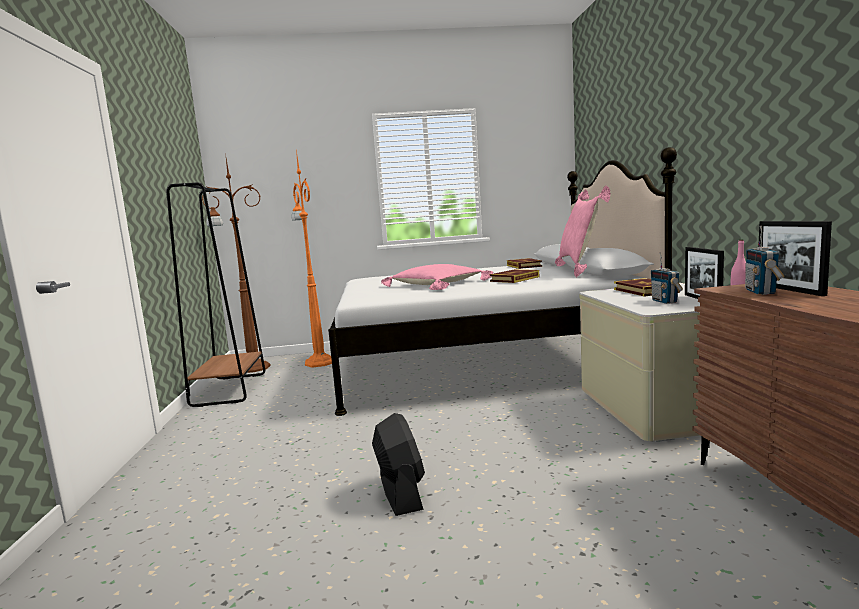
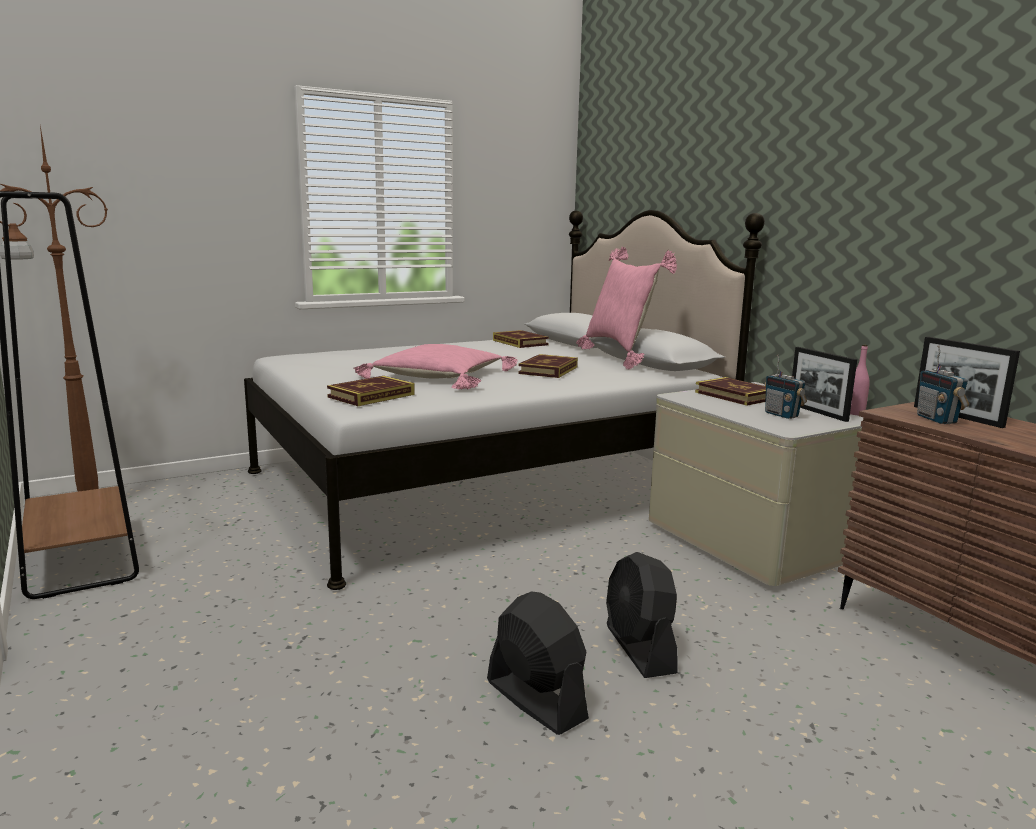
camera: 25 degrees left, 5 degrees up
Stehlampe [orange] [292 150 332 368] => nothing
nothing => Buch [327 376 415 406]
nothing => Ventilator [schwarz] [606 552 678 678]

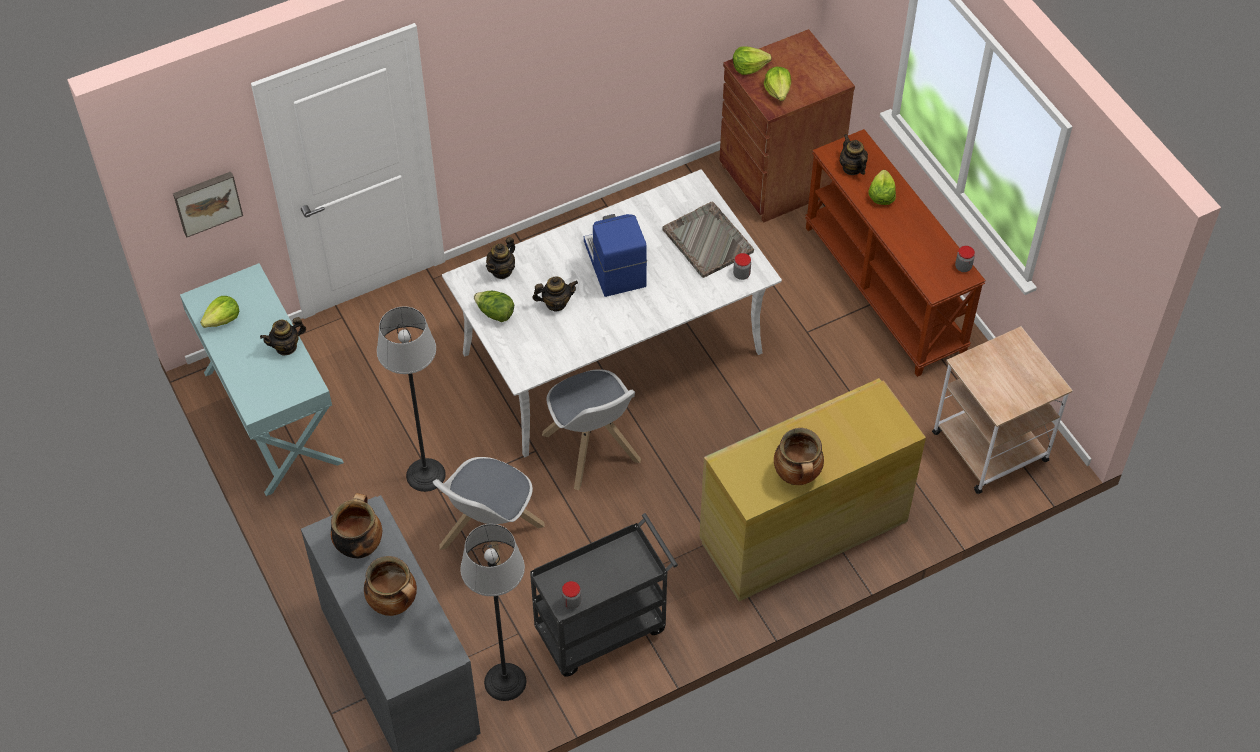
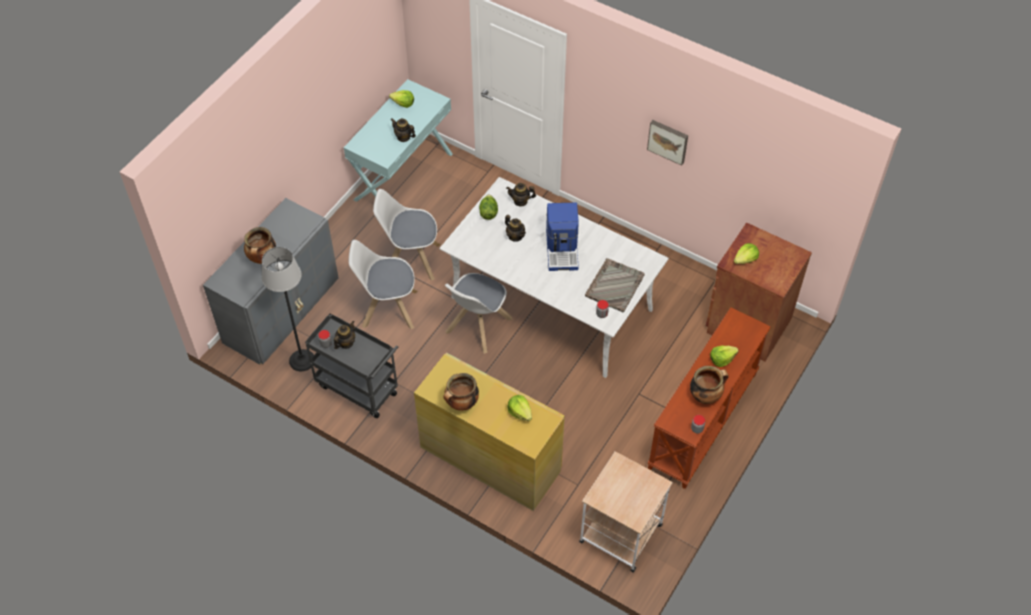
camera: 60 degrees right, 0 degrees up
Salatkopf [733 46 772 75] => Salatkopf [508 395 532 421], move
Teekanne [840 134 868 175] => Teekanne [334 321 355 349], move
Bild [173 172 243 237] => Bild [647 120 688 166], move
Kaffeemaschine [584 214 647 297] => Kaffeemaschine [546 203 579 271], 135 degrees clockwise
Stehlampe [377 307 446 492] => Stuhl [373 189 441 281]
Kochtopf [331 493 382 558] => Kochtopf [690 366 729 404], move

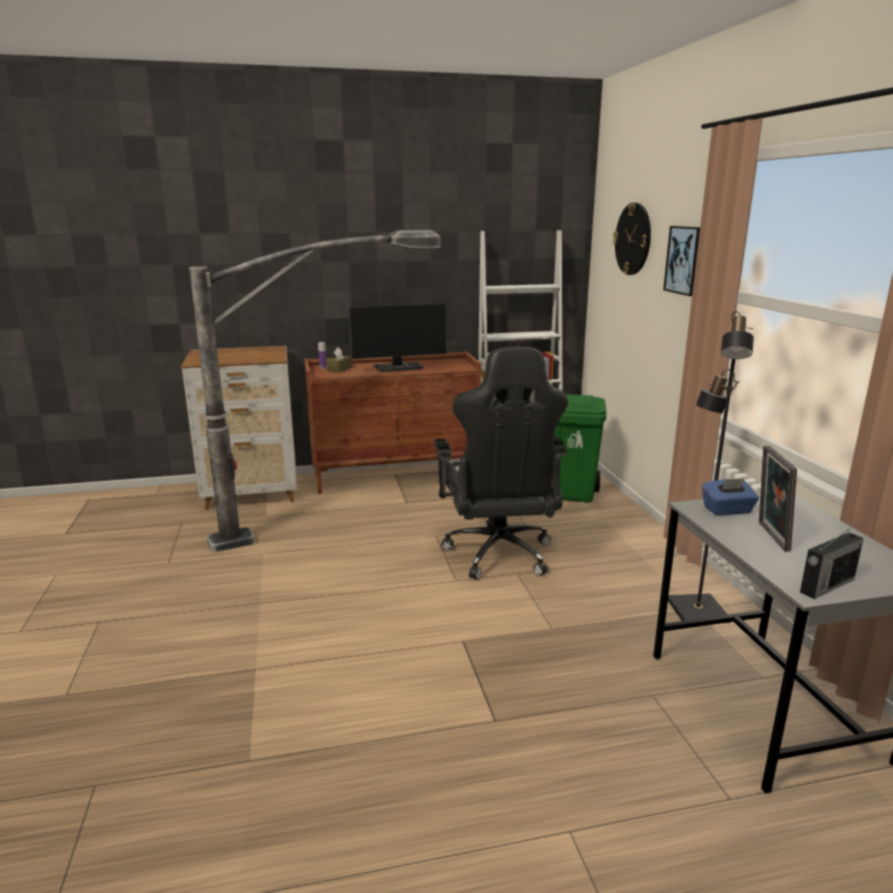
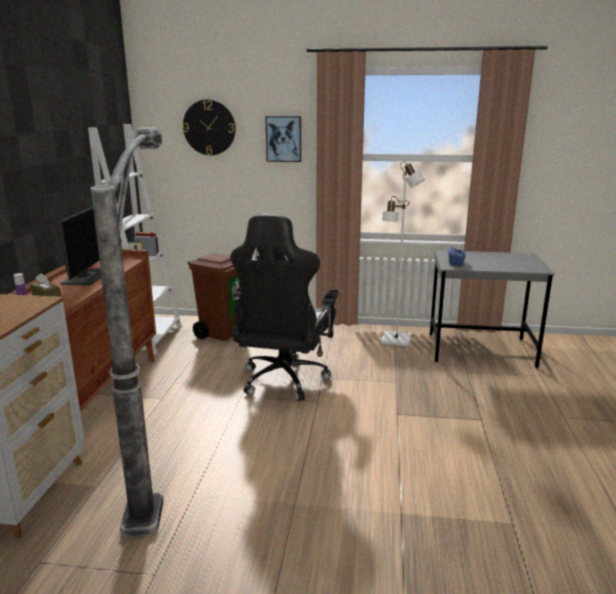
camera: 70 degrees left, 0 degrees up
Stehlampe [schwarz] [668 311 754 623] => Stehlampe [weiß] [381 162 425 346]
Bürostuhl [schwarz] [434 347 568 580] => Bürostuhl [schwarz] [230 214 339 401], 90 degrees clockwise
Mülleimer [grün] [554 394 607 503] => Mülleimer [braun] [188 253 242 341]
Bilderrahmen [759 446 797 552] => nothing
Radio [800 526 864 599] => nothing

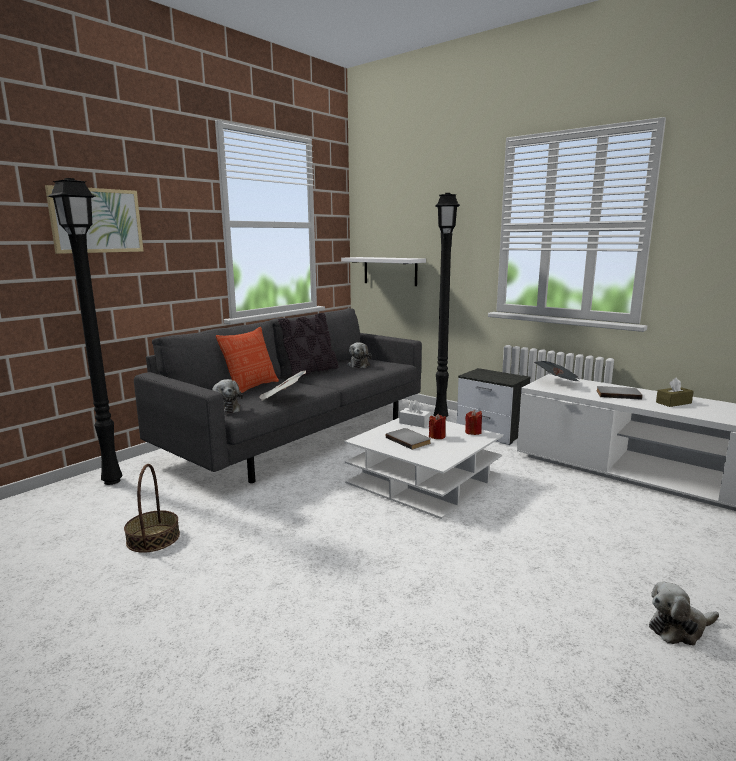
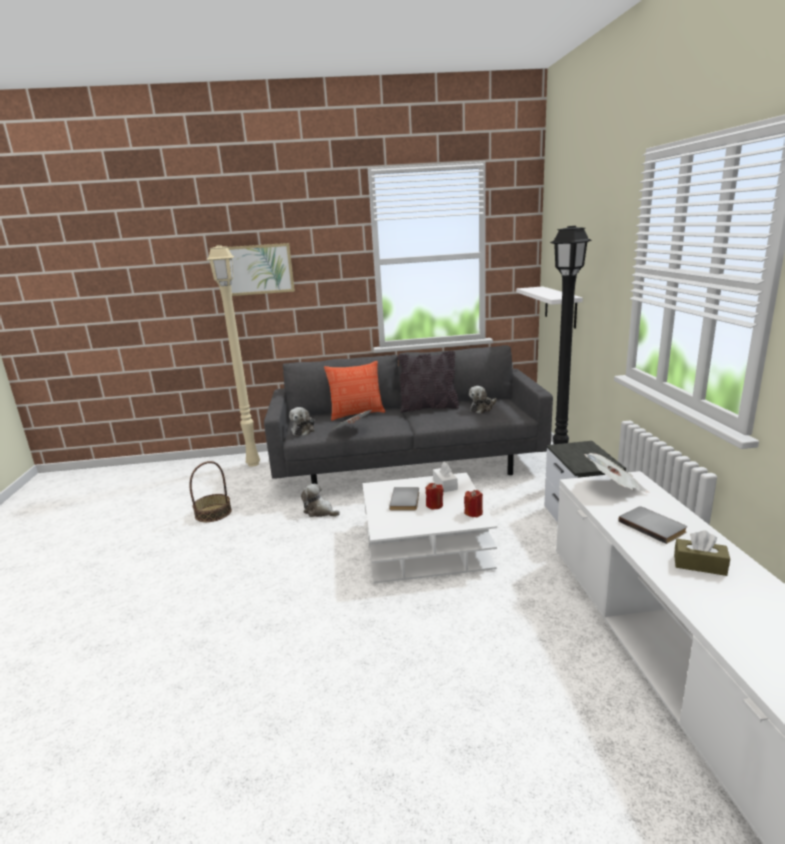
camera: 45 degrees right, 5 degrees up
Stehlampe [schwarz] [48 178 122 485] => Stehlampe [beige] [206 245 260 467]
Plüschtier [649 581 719 646] => Plüschtier [301 483 340 517], move

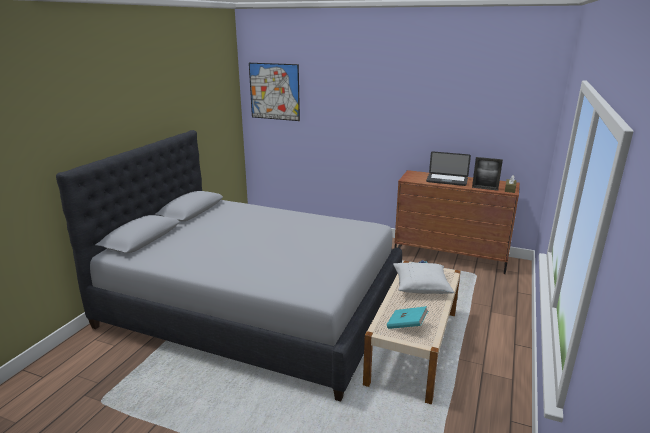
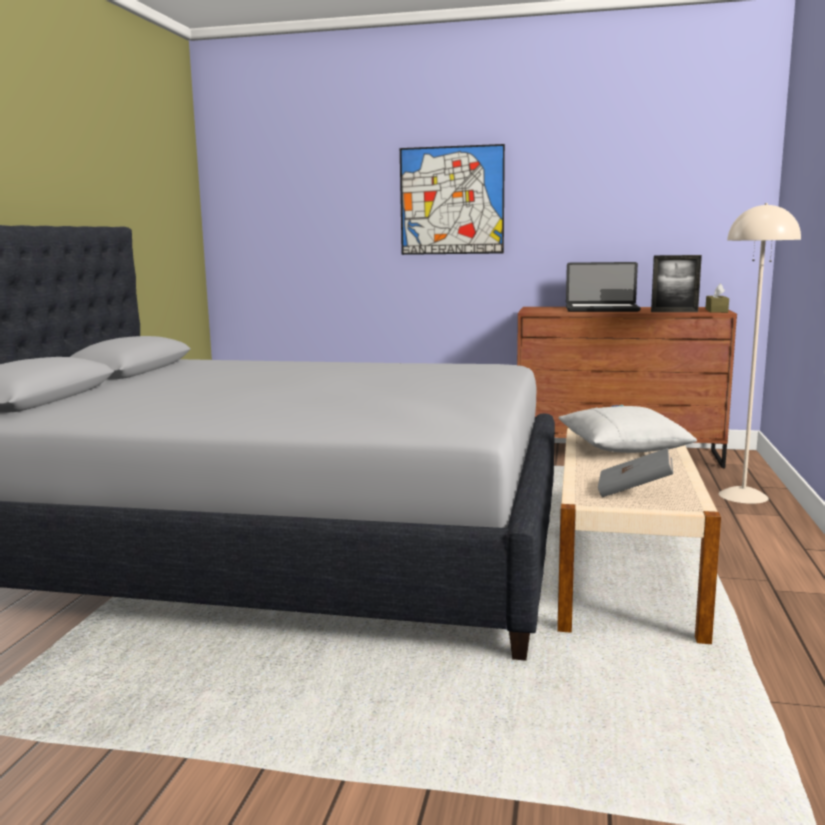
camera: 10 degrees left, 10 degrees down
Bild [249 63 300 121] => Bild [400 144 505 255], move
Buch [türkis] [387 306 428 329] => Buch [grau] [598 448 673 497]
nothing => Stehlampe [beige] [719 203 801 504]

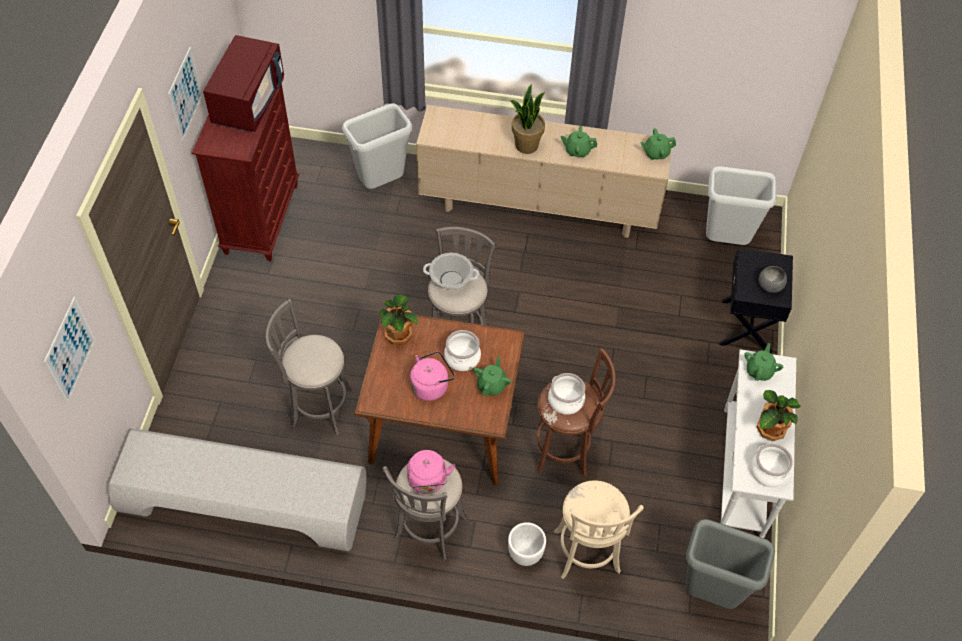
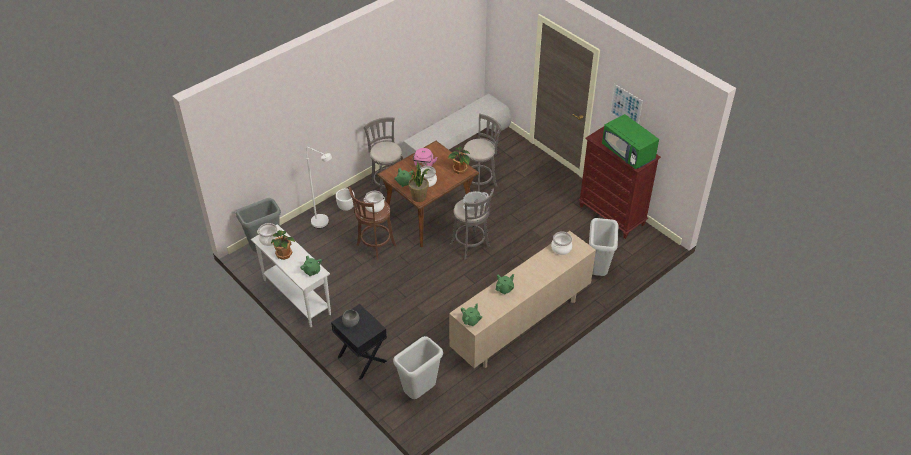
camera: 130 degrees right, 10 degrees down
Mikrowelle [rot] [203 35 284 132] => Mikrowelle [grün] [602 114 659 169]
Topfpflanze [510 84 545 154] => Topfpflanze [409 162 430 202], move
Bild [44 297 95 404] => nothing
Wasserkessel [rosa] [407 450 455 494] => nothing
Hocker [beige] [554 481 644 579] => Stehlampe [weiß] [306 147 332 228]
nothing => Kochtopf [551 231 572 255]

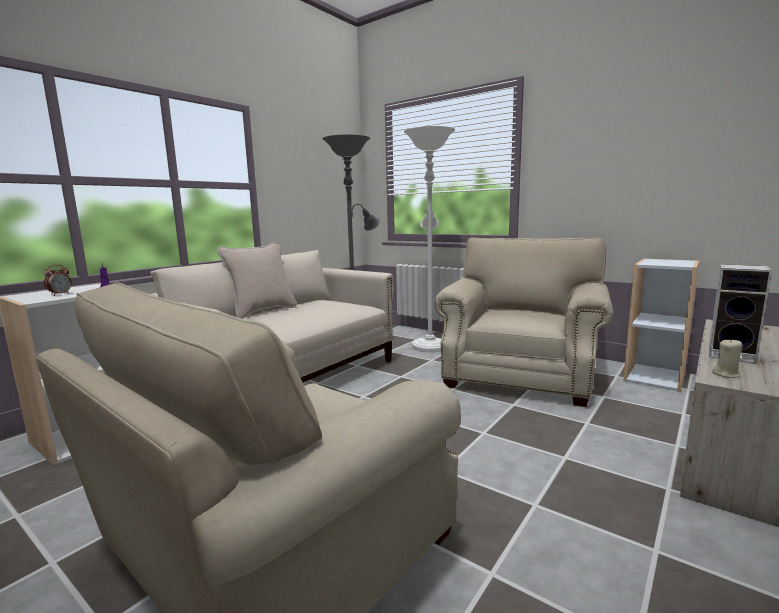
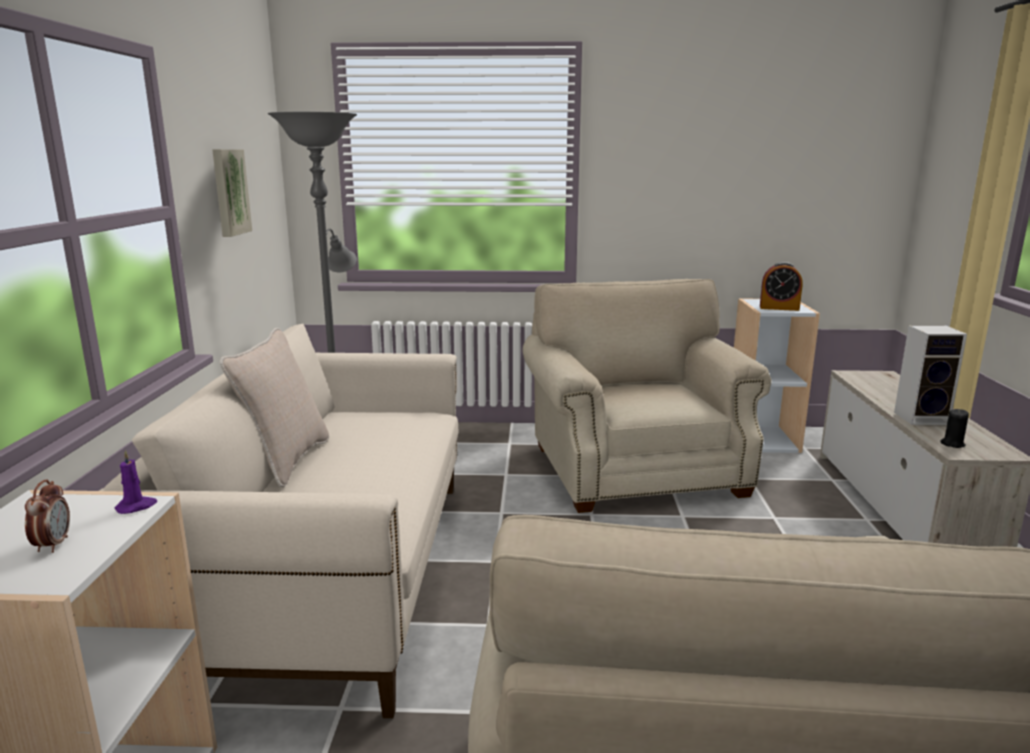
camera: 35 degrees left, 5 degrees up
Stehlampe [weiß] [404 126 455 352] => nothing
Kerze [beige] [712 339 742 378] => Kerze [schwarz] [940 409 969 448]
nothing => Bild [212 149 252 237]
nothing => Wecker [760 262 803 311]

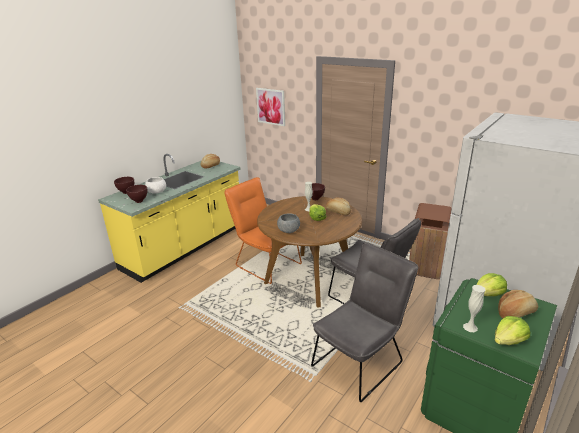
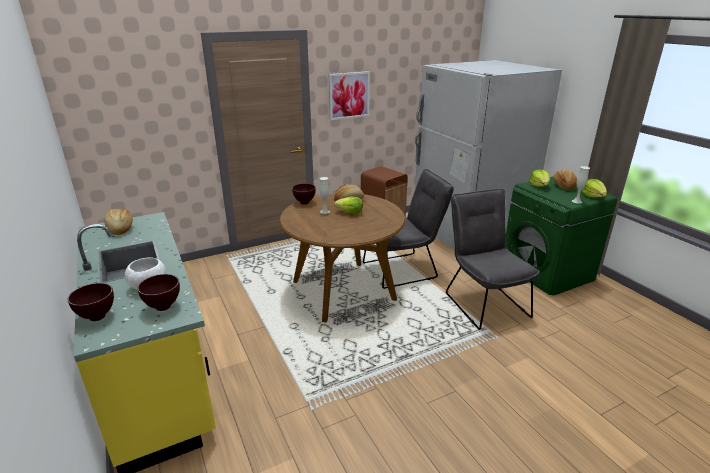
camera: 65 degrees left, 0 degrees up
Bild [256 88 285 126] => Bild [329 71 370 120], move
Stuhl [orange] [224 177 302 284] => nothing
Schüssel [grau] [277 213 300 233] => nothing

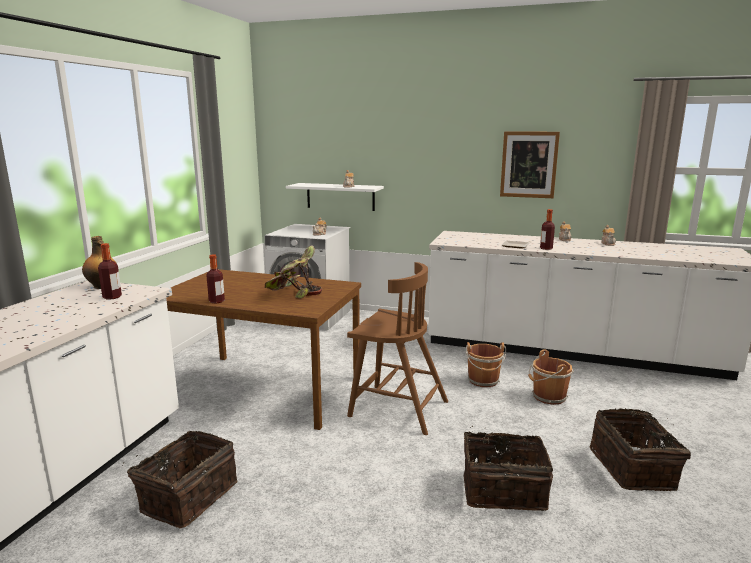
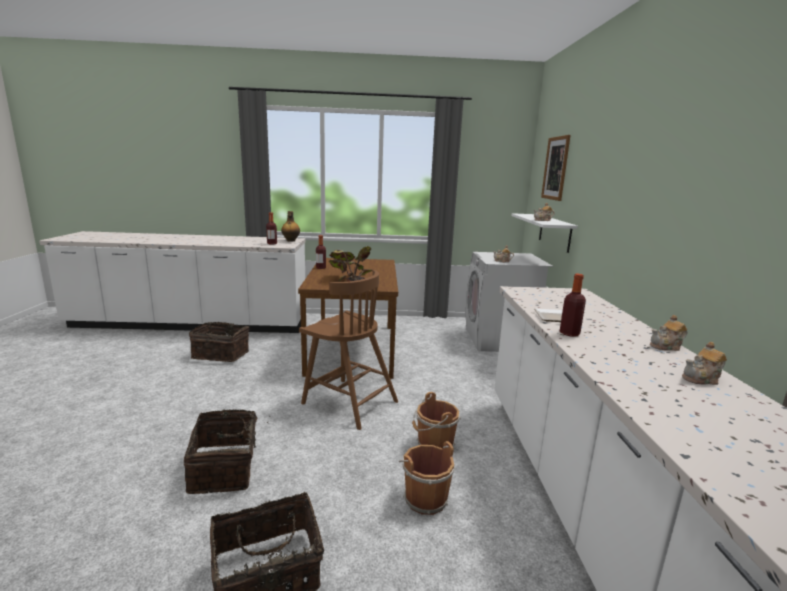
camera: 70 degrees right, 0 degrees up
Bild [500 131 560 198] => Bild [541 135 571 201], move
Stuhl [braun] [347 262 448 435] => Stuhl [braun] [299 270 398 430], 60 degrees counterclockwise

